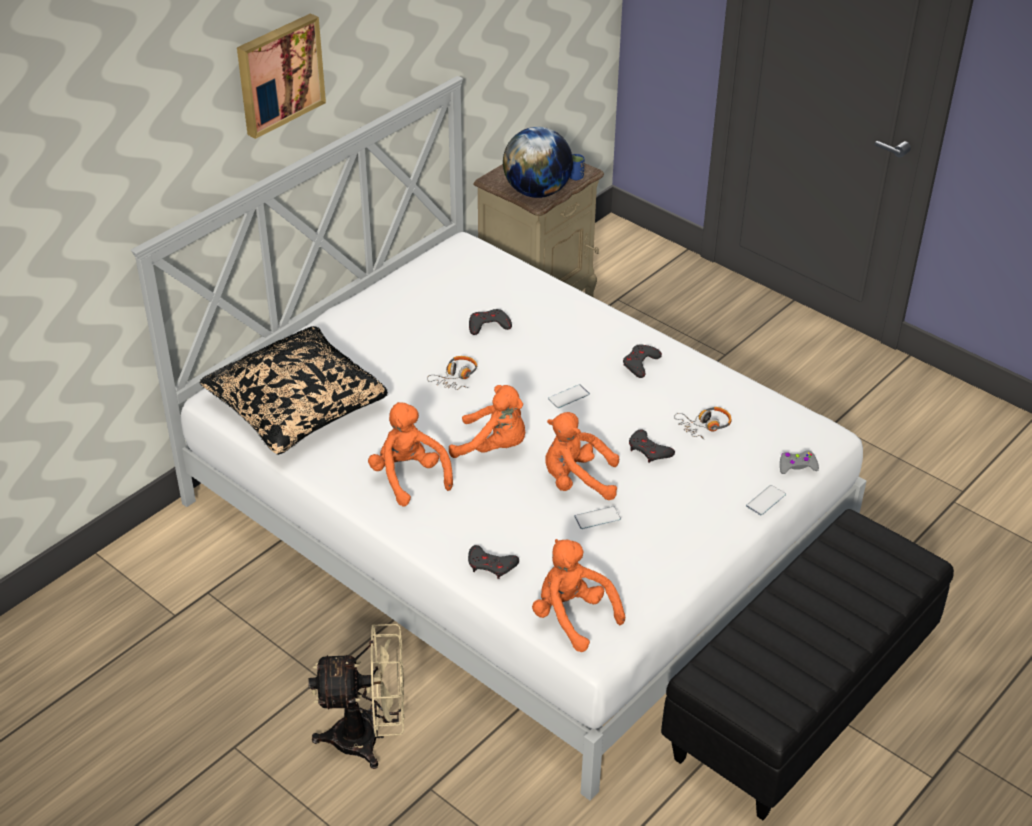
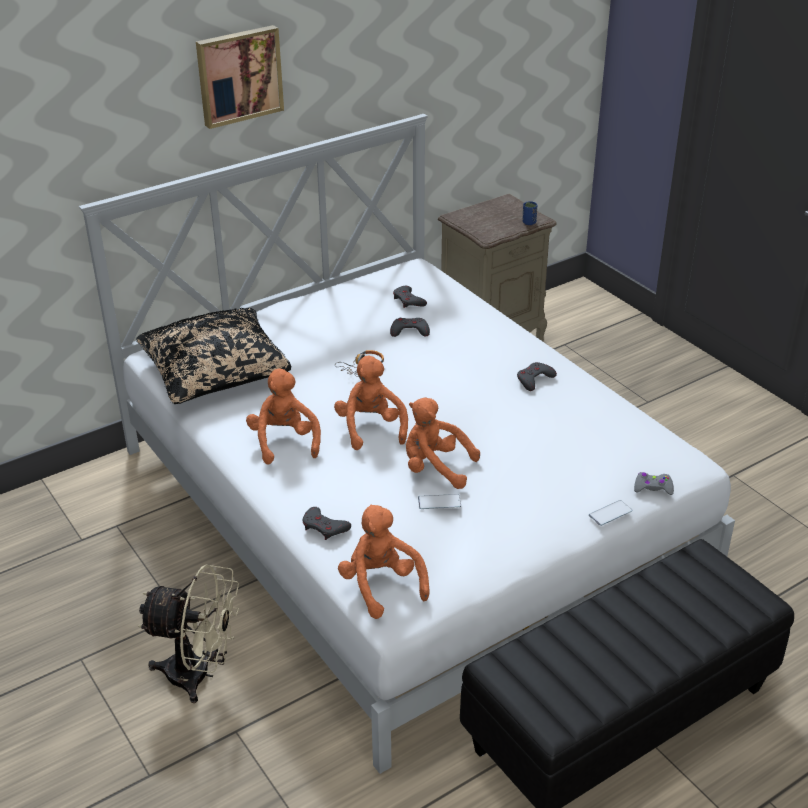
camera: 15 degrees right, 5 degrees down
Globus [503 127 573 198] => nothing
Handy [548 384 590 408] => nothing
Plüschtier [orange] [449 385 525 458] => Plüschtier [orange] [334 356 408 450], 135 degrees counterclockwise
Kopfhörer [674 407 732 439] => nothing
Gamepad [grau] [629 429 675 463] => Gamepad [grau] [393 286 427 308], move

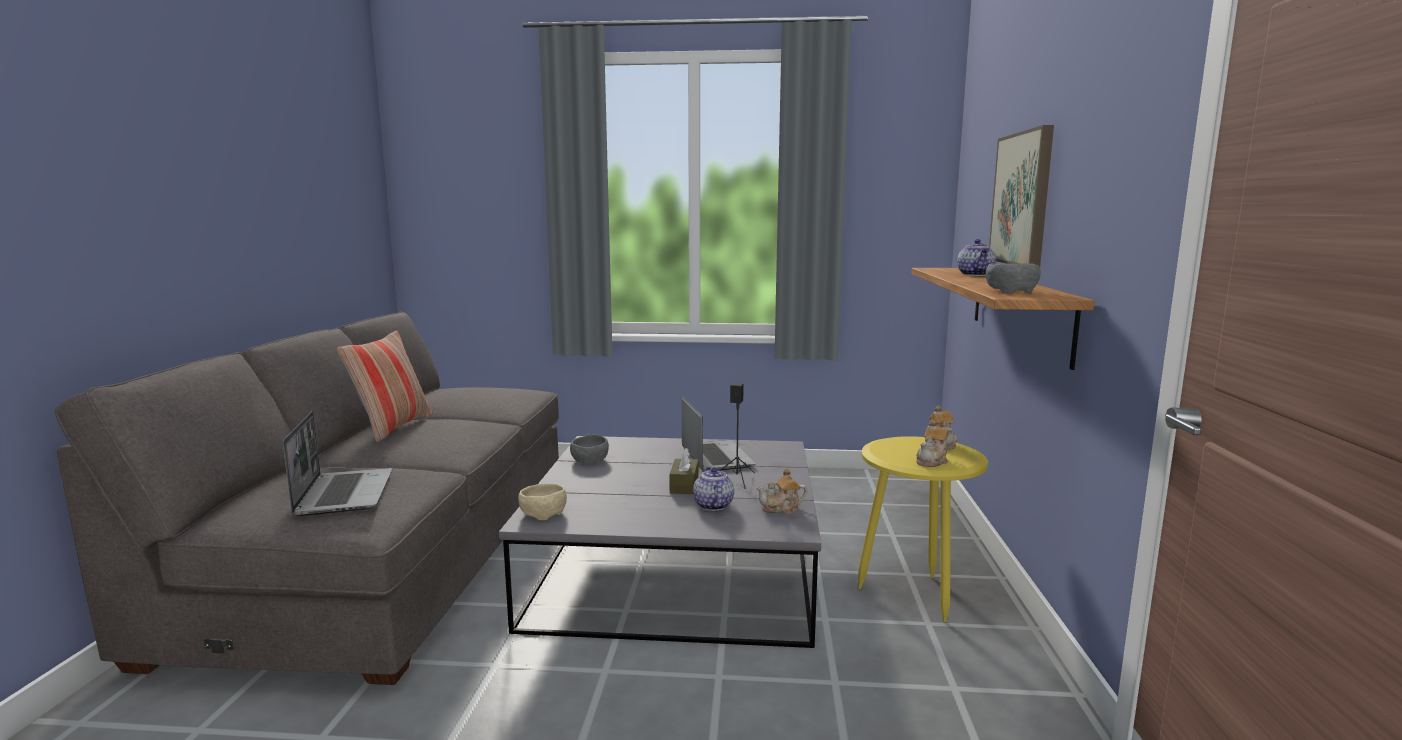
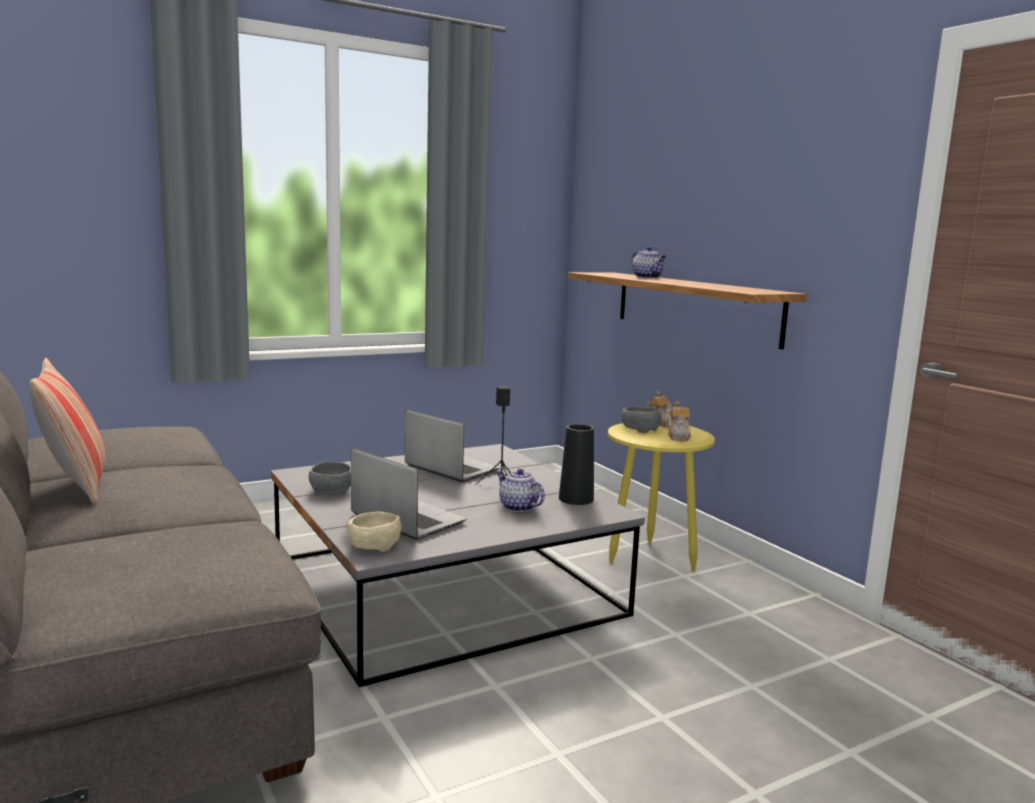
camera: 35 degrees left, 0 degrees up
Bild [989 125 1054 267] => nothing
Schüssel [grau] [986 263 1041 293] => Schüssel [grau] [622 406 661 433], move
Laptop [283 411 392 516] => Laptop [351 448 467 540], move
Taschentuchbox [braun] [669 448 698 494] => nothing
Teekanne [757 468 807 514] => Vase [schwarz] [559 424 594 505]

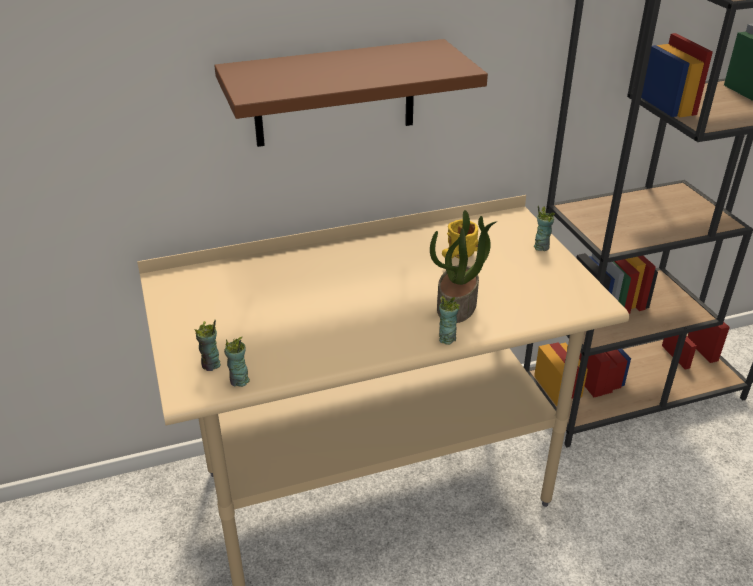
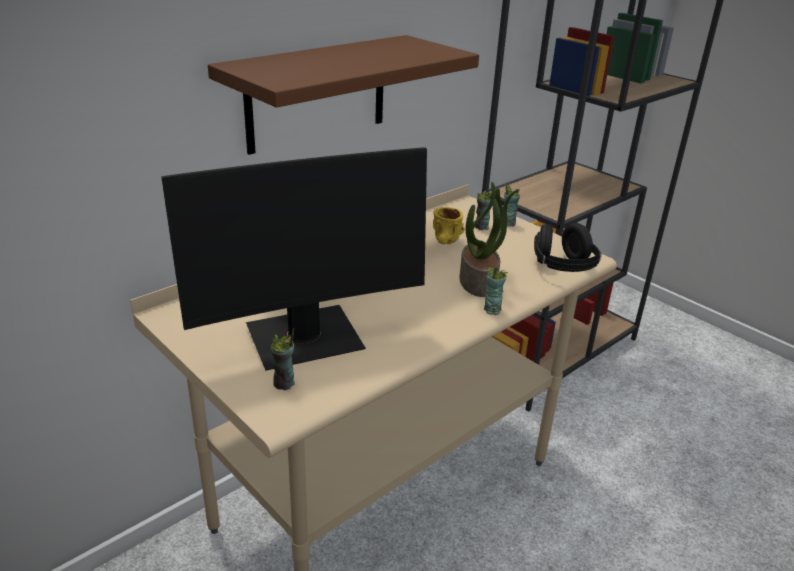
camera: 25 degrees left, 5 degrees down
Tasse [224 337 250 387] => Tasse [475 190 492 230], move
nothing => Monitor [161 147 427 370]
nothing => Kopfhörer [schwarz] [534 223 602 272]

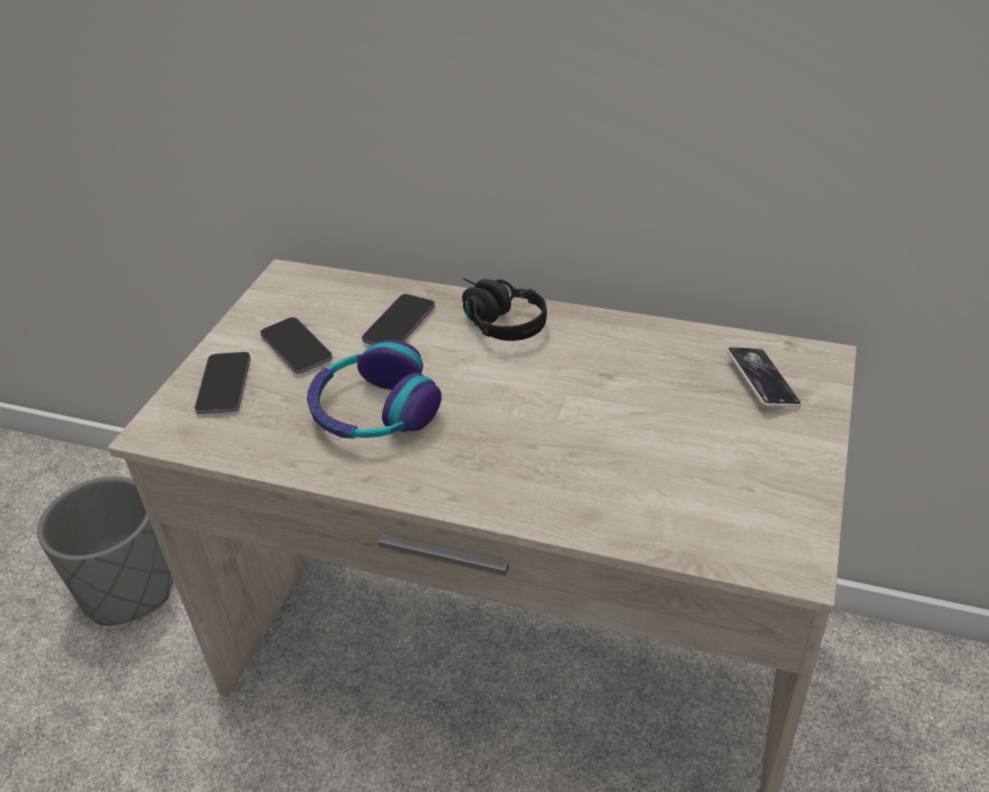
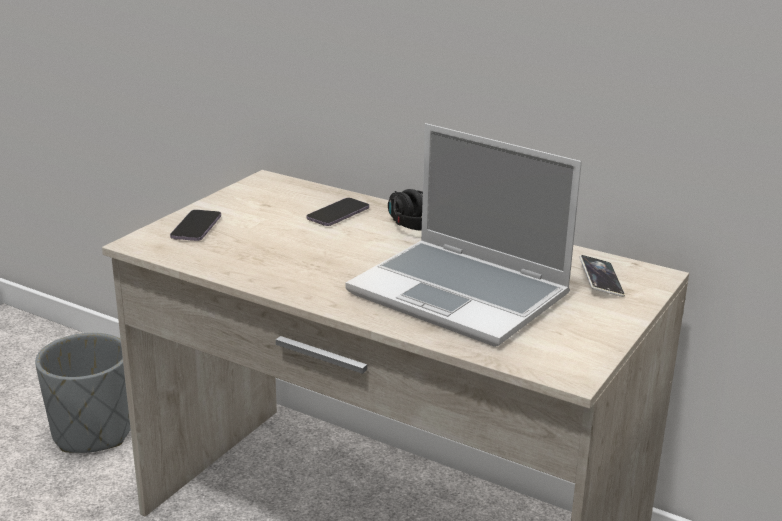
camera: 10 degrees right, 15 degrees down
Handy [260 317 333 374] => nothing
Kopfhörer [307 340 442 439] => nothing
nothing => Laptop [346 123 582 347]

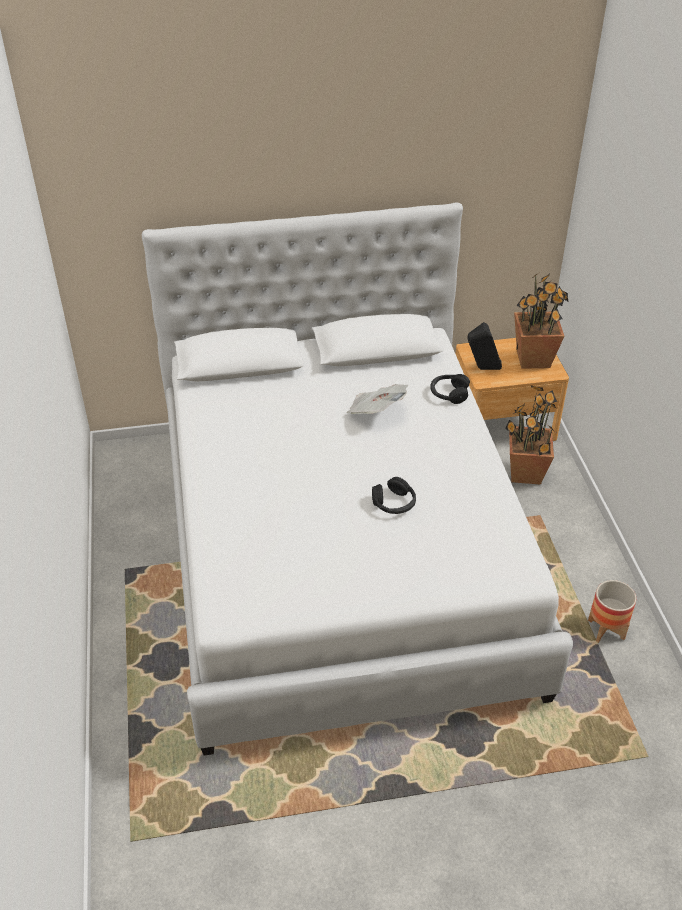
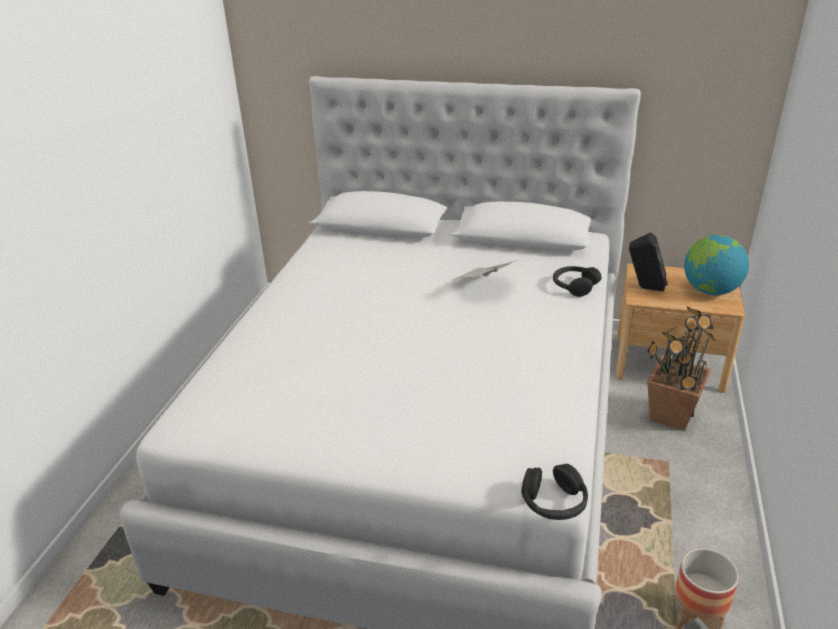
camera: 25 degrees right, 10 degrees down
Topfpflanze [514 271 568 369] => Globus [684 235 749 295]
Kopfhörer [schwarz] [372 477 416 514] => Kopfhörer [schwarz] [521 464 588 520], move

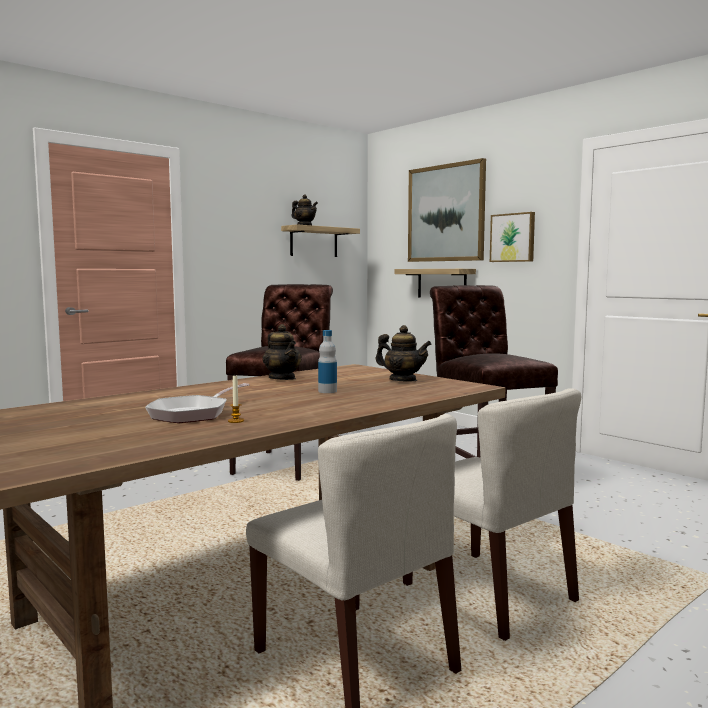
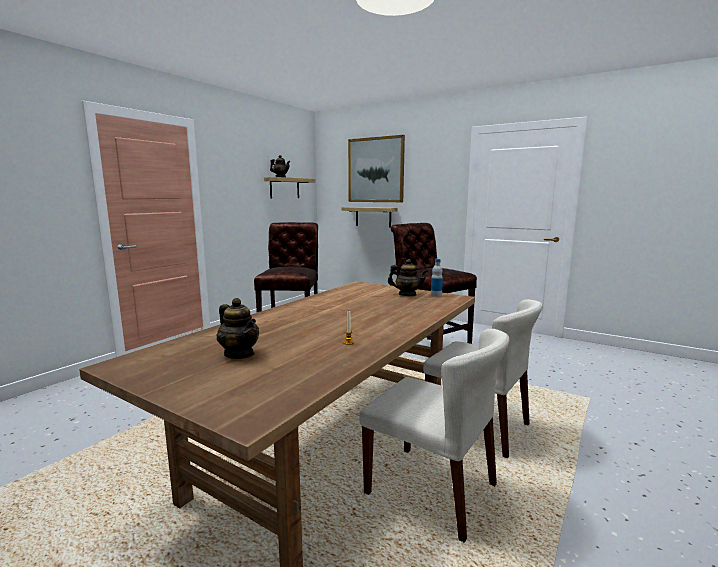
camera: 15 degrees left, 5 degrees up
Bild [490 212 535 262] => nothing
Teekanne [263 324 302 380] => Teekanne [217 298 259 359], move
Flasche [318 330 337 393] => Flasche [431 258 443 297], move
Pfanne [145 383 250 423] => nothing

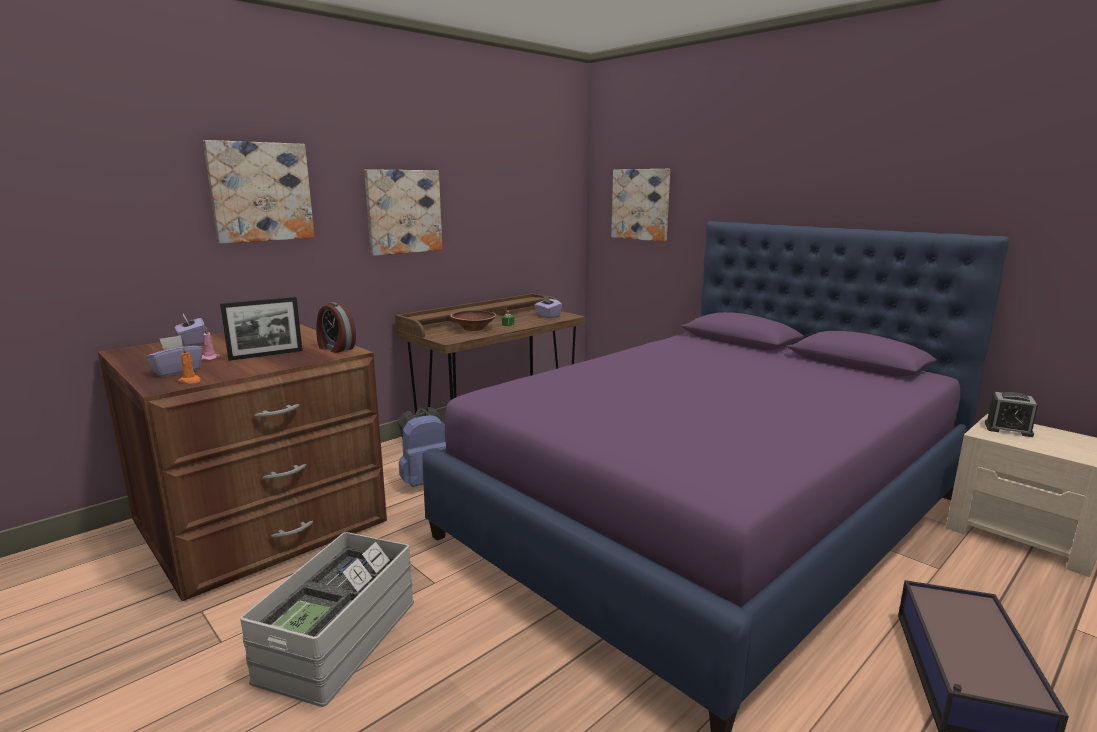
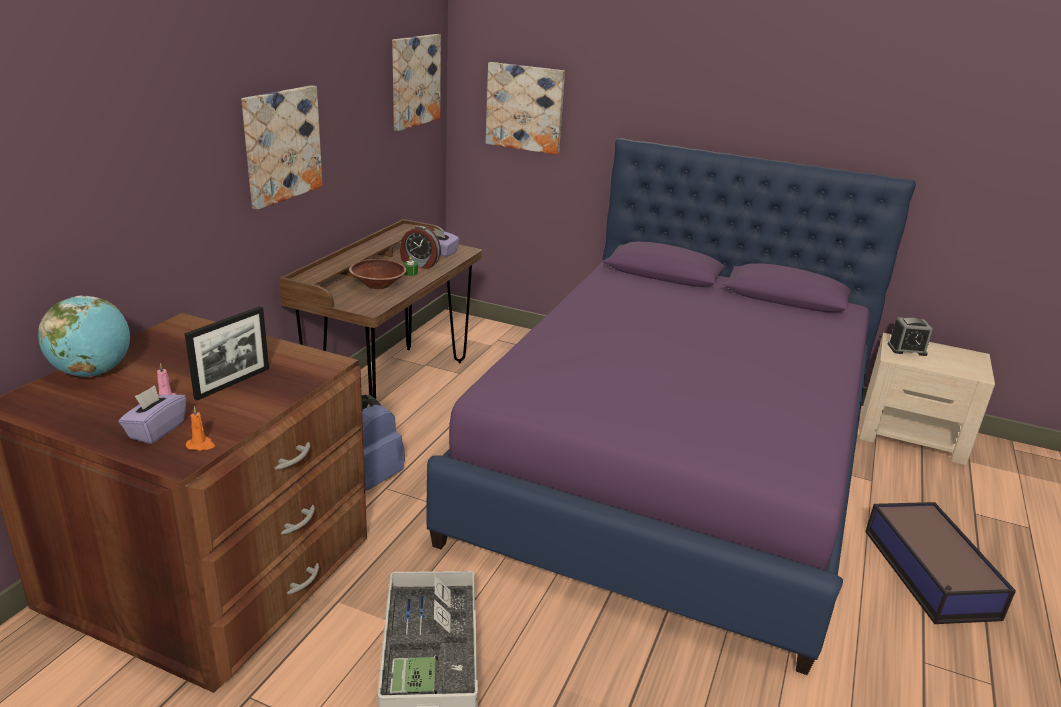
camera: 25 degrees left, 10 degrees up
Bild [203 140 315 244] => Bild [392 34 441 131], move
Wecker [316 302 356 353] => Wecker [400 226 441 269], move
Taschentuchbox [lila] [175 313 205 346] => Globus [38 296 130 377]

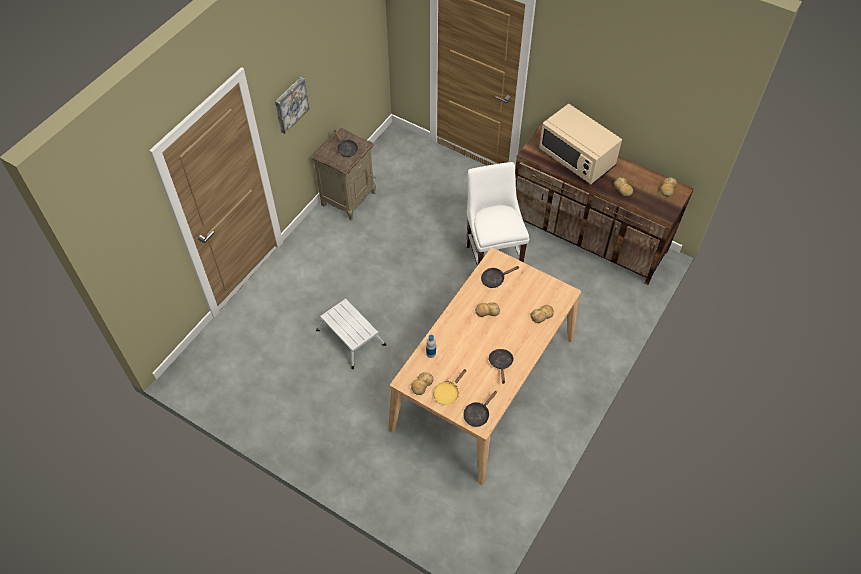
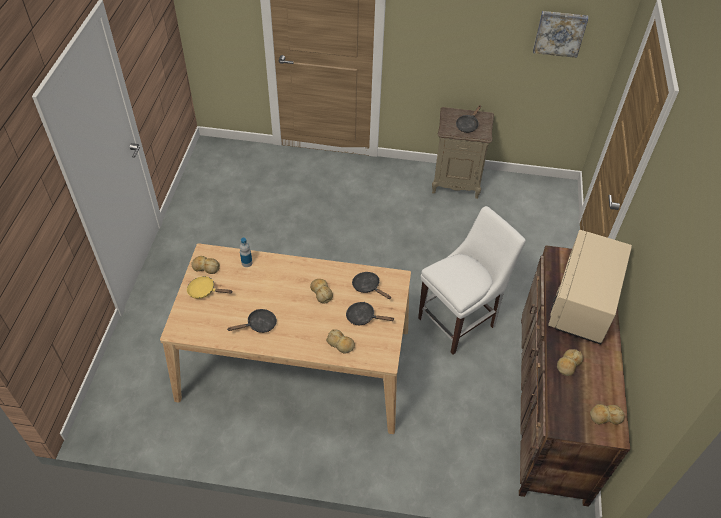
camera: 65 degrees right, 5 degrees down
Bild [275 77 309 134] => Bild [533 11 588 58], move
Trittleiter [weiß] [316 299 386 369] => nothing
Pfanne [schwarz] [463 391 497 427] => Pfanne [schwarz] [346 302 395 325], move

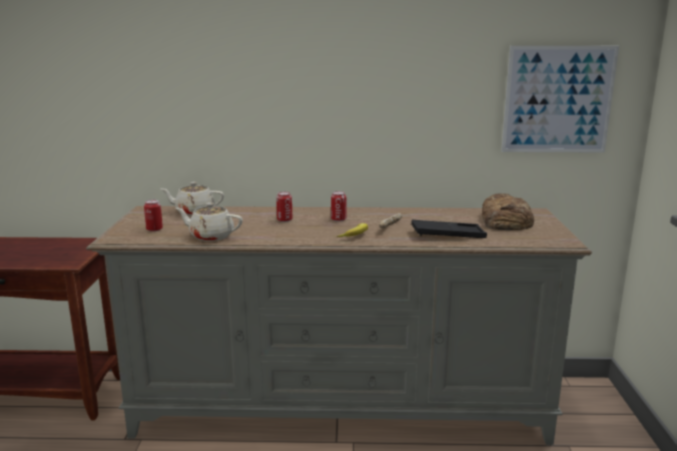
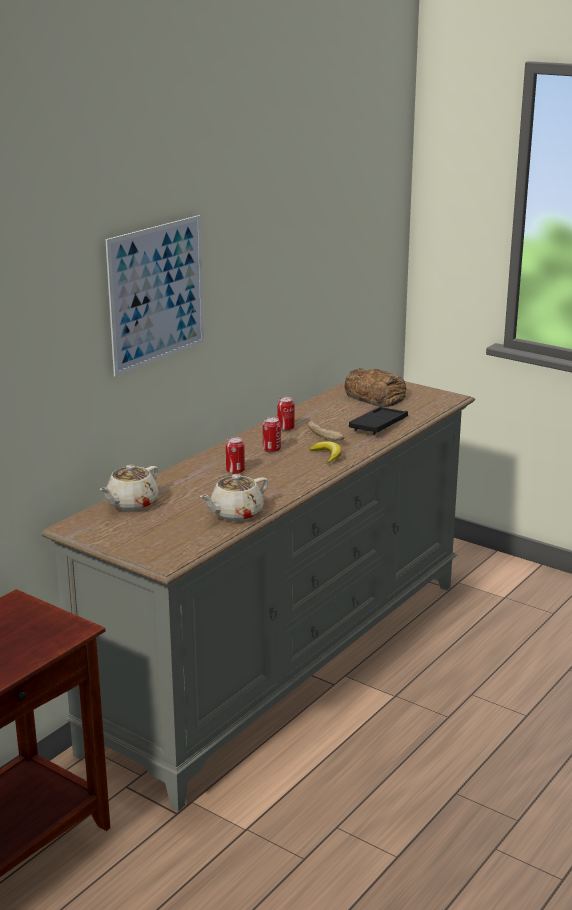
camera: 55 degrees left, 5 degrees up
Bild [501 46 619 152] => Bild [105 215 204 376], move
Dose [144 200 163 232] => Dose [277 397 295 431], move

